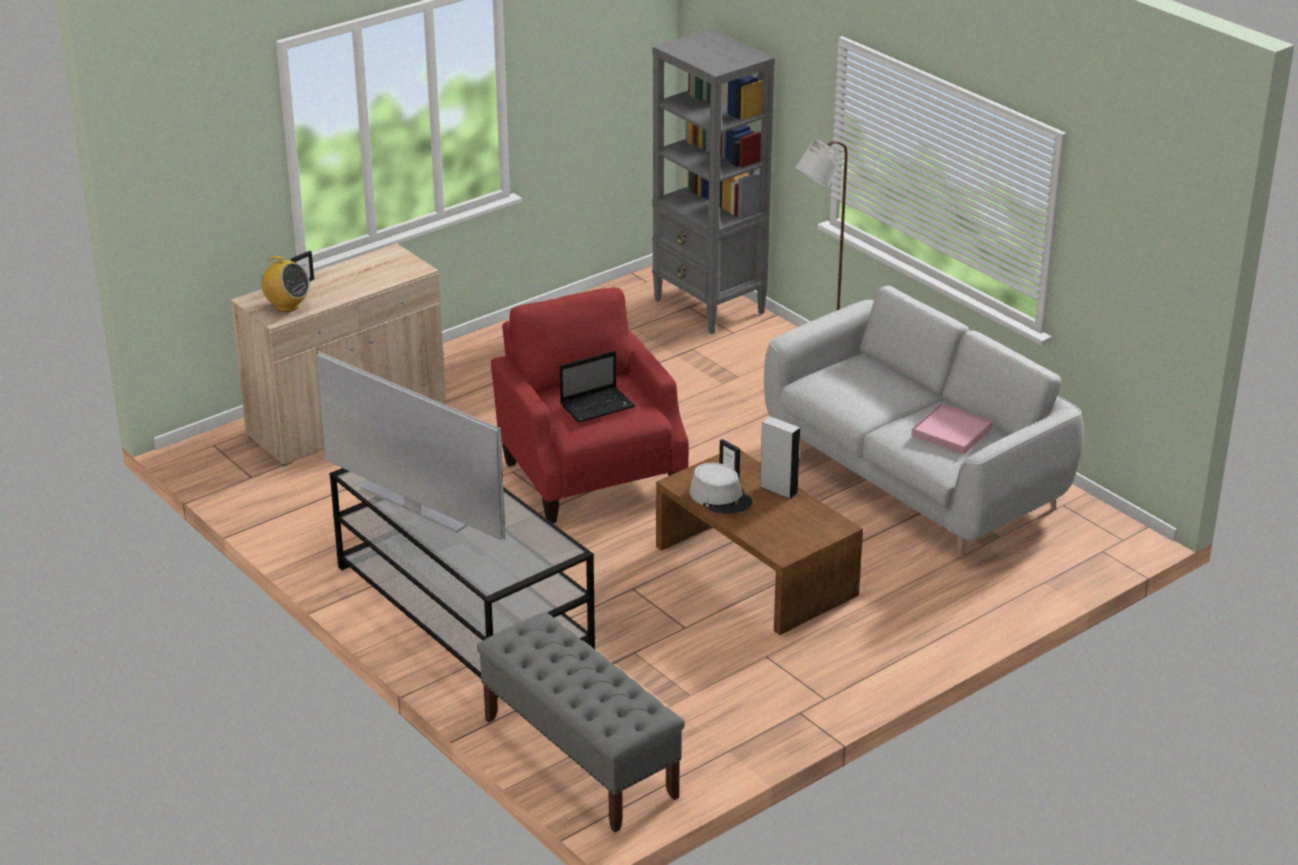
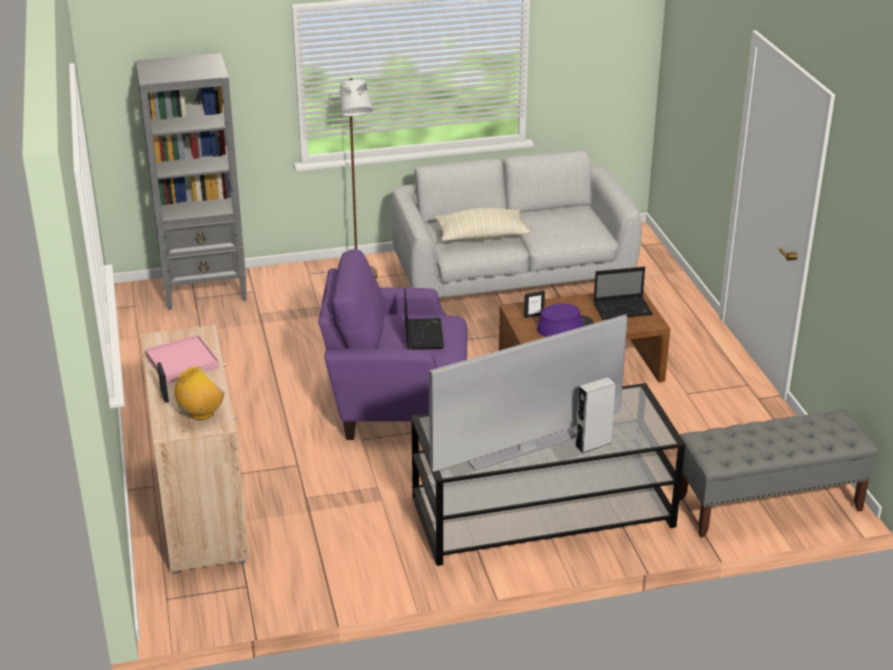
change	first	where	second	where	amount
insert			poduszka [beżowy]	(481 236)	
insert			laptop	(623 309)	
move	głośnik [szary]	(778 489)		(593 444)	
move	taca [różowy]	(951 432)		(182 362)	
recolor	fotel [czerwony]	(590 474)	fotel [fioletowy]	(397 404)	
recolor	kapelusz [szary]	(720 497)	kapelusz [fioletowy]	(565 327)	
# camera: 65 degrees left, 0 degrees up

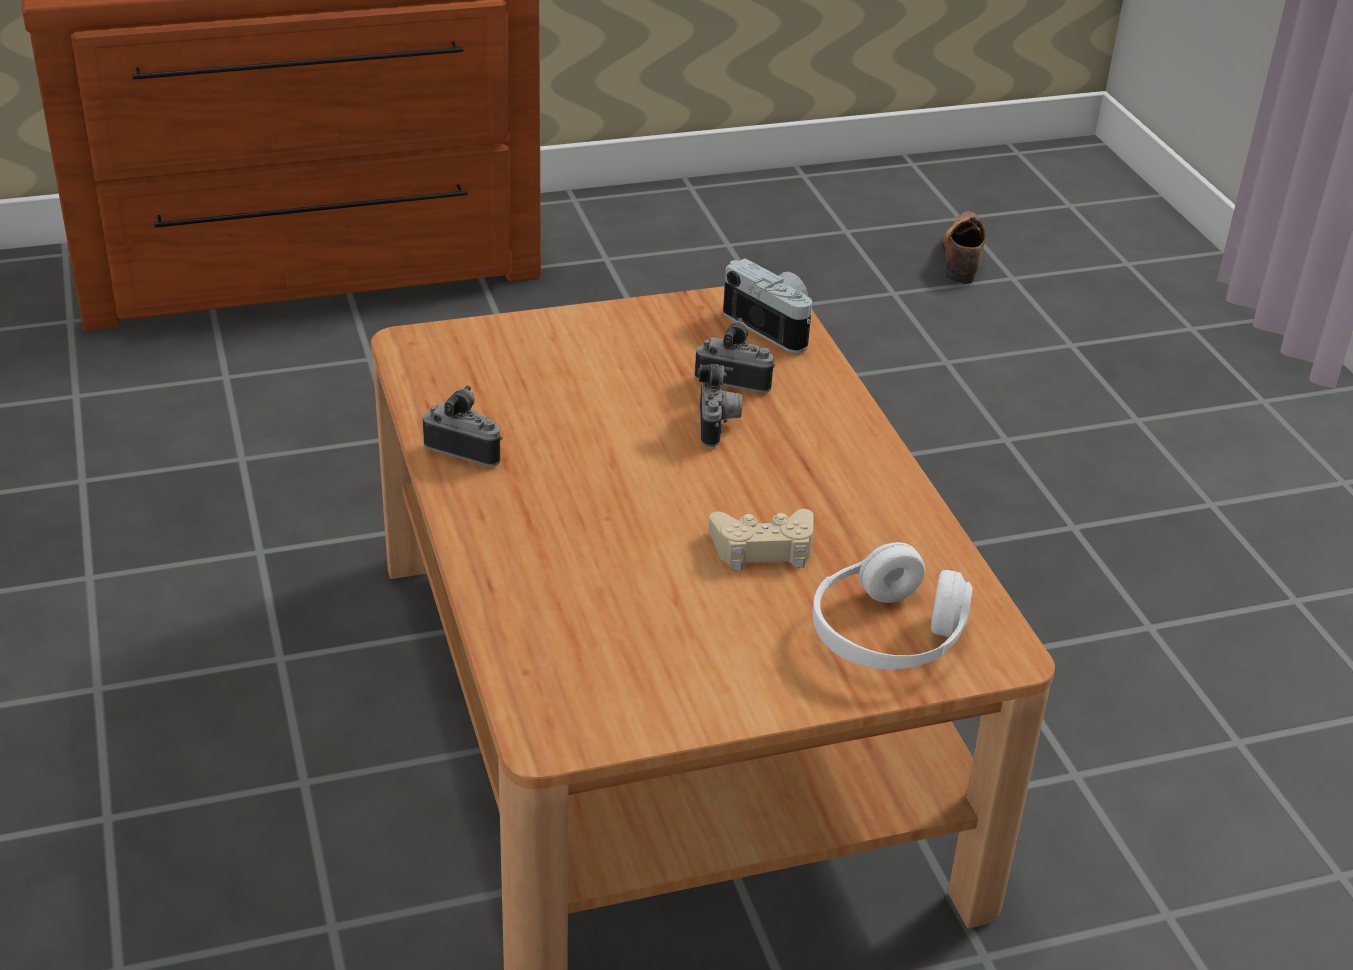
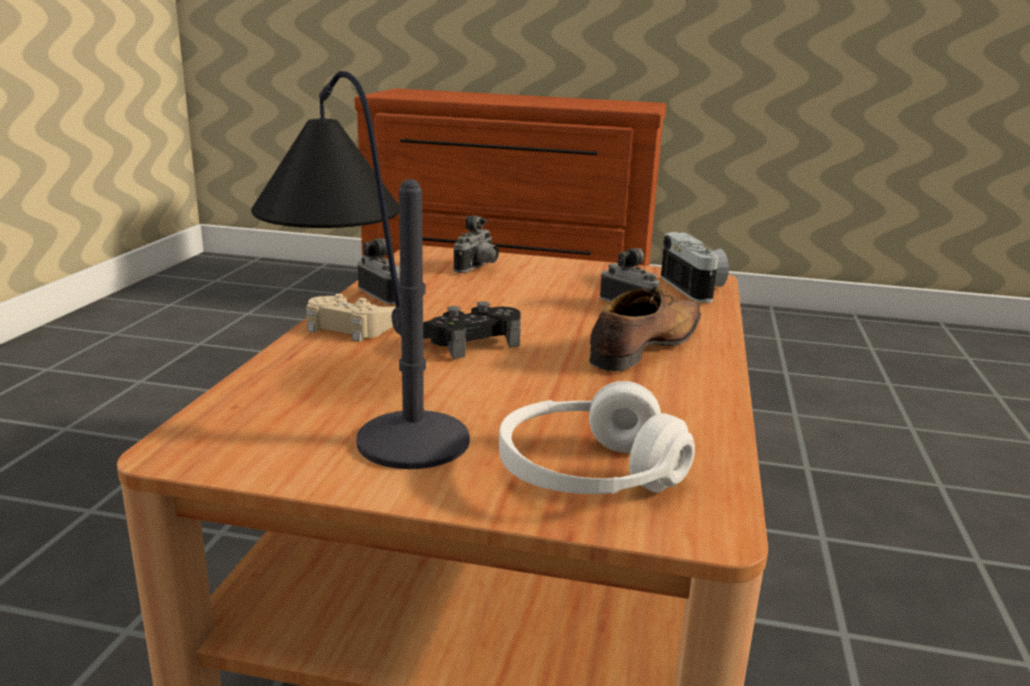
change	first	where	second	where	amount
insert			lampa stołowa	(360 398)	
insert			pad do gier [czarny]	(471 342)	
move	aparat fotograficzny	(718 426)		(478 268)	
move	pad do gier [beżowy]	(763 548)		(349 327)	
move	but	(962 257)		(644 348)	
# camera: 30 degrees right, 15 degrees down

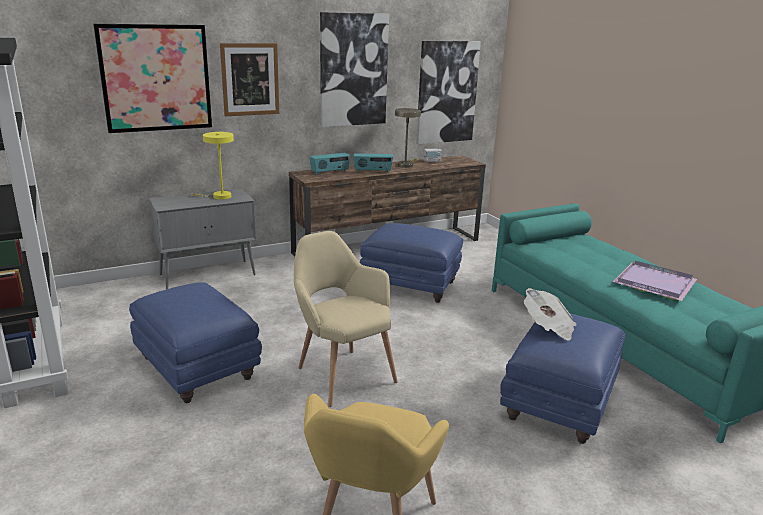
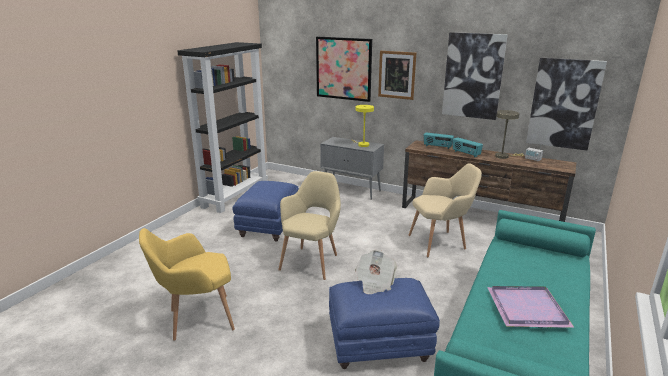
change	first	where	second	where	amount
replace	pufa [niebieski]	(411 285)	fotel [beżowy]	(441 243)	
# camera: 55 degrees right, 0 degrees up

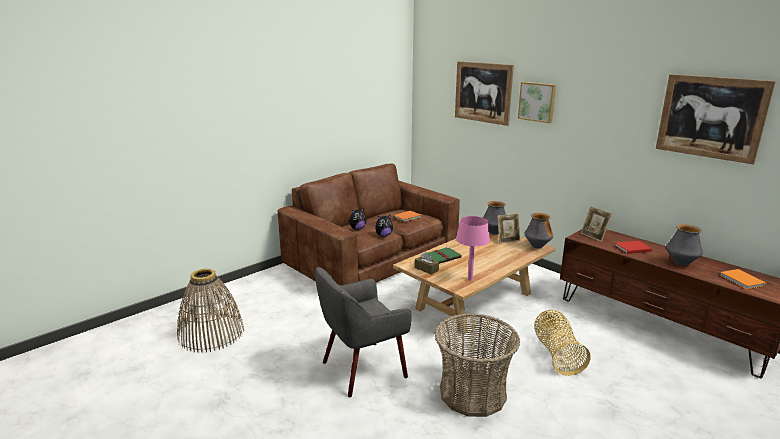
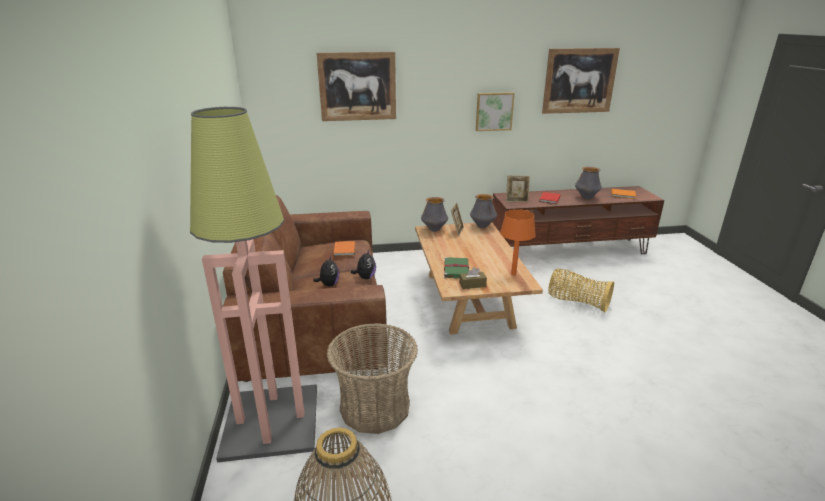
change	first	where	second	where	amount
delete	fotel [szary]	(362 369)			
insert			lampa stojąca	(270 421)	
move	koszyk	(473 393)		(375 407)	
move	obraz	(537 102)		(494 111)	
recolor	lampa stołowa [różowy]	(470 279)	lampa stołowa [pomarańczowy]	(514 274)	
# camera: 55 degrees left, 5 degrees up

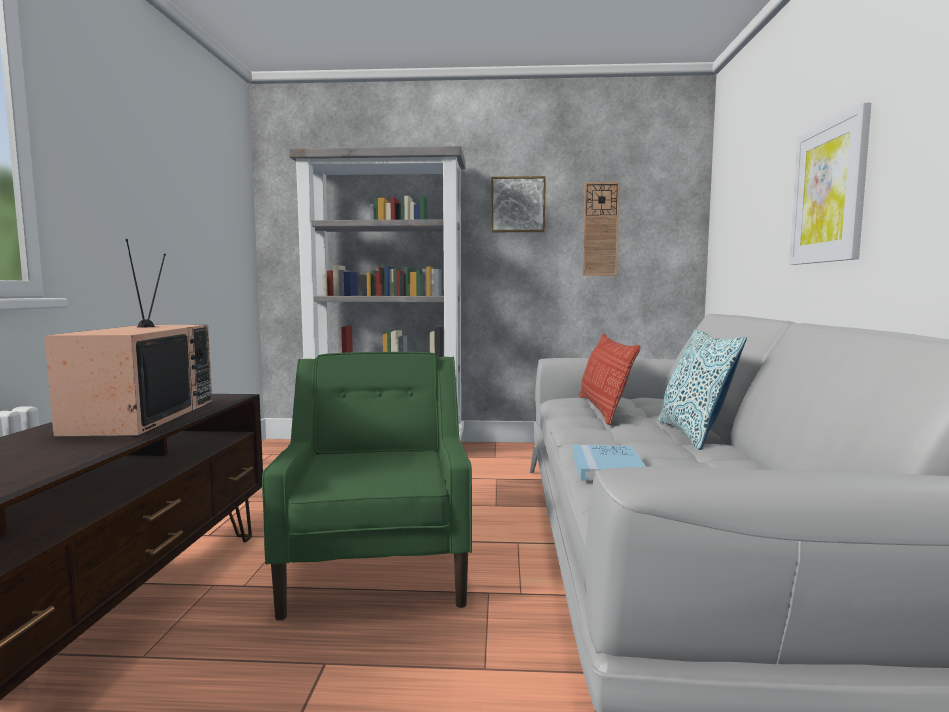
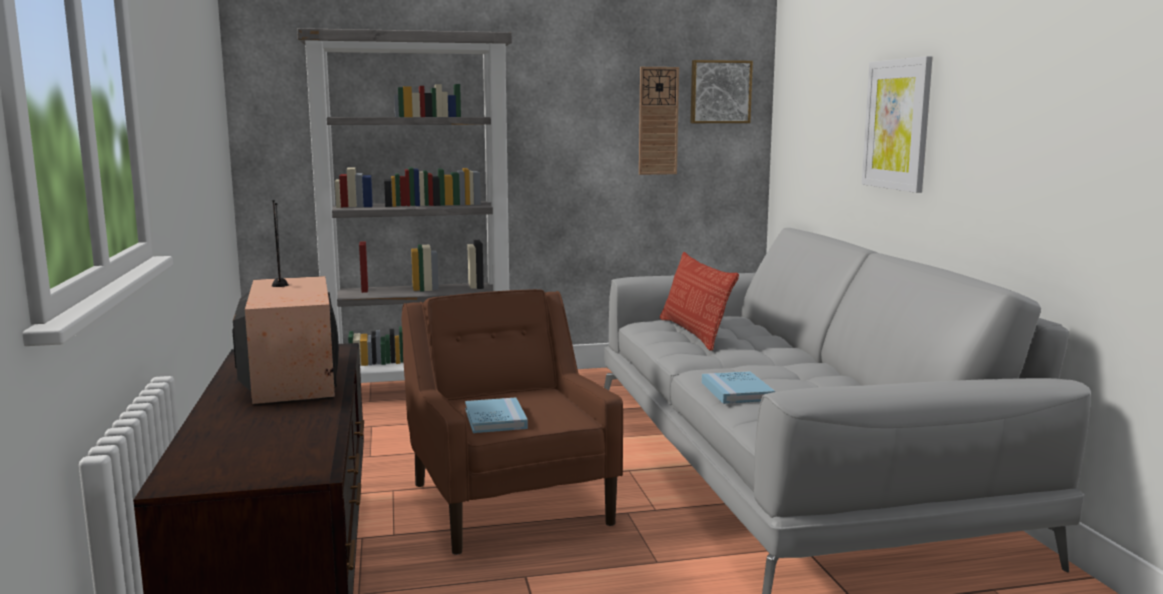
change	first	where	second	where	amount
delete	poduszka	(693 434)			
insert			książka [niebieski]	(495 419)	
move	obraz	(518 205)		(720 92)	
recolor	fotel [zielony]	(378 564)	fotel [brązowy]	(509 502)	
# camera: 15 degrees left, 5 degrees up

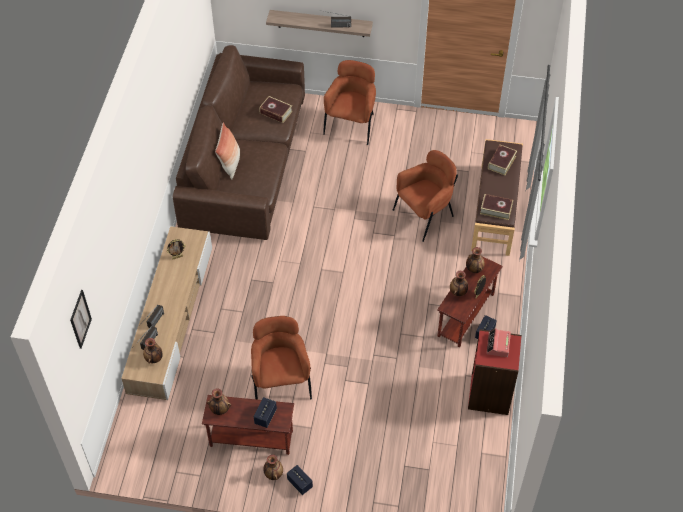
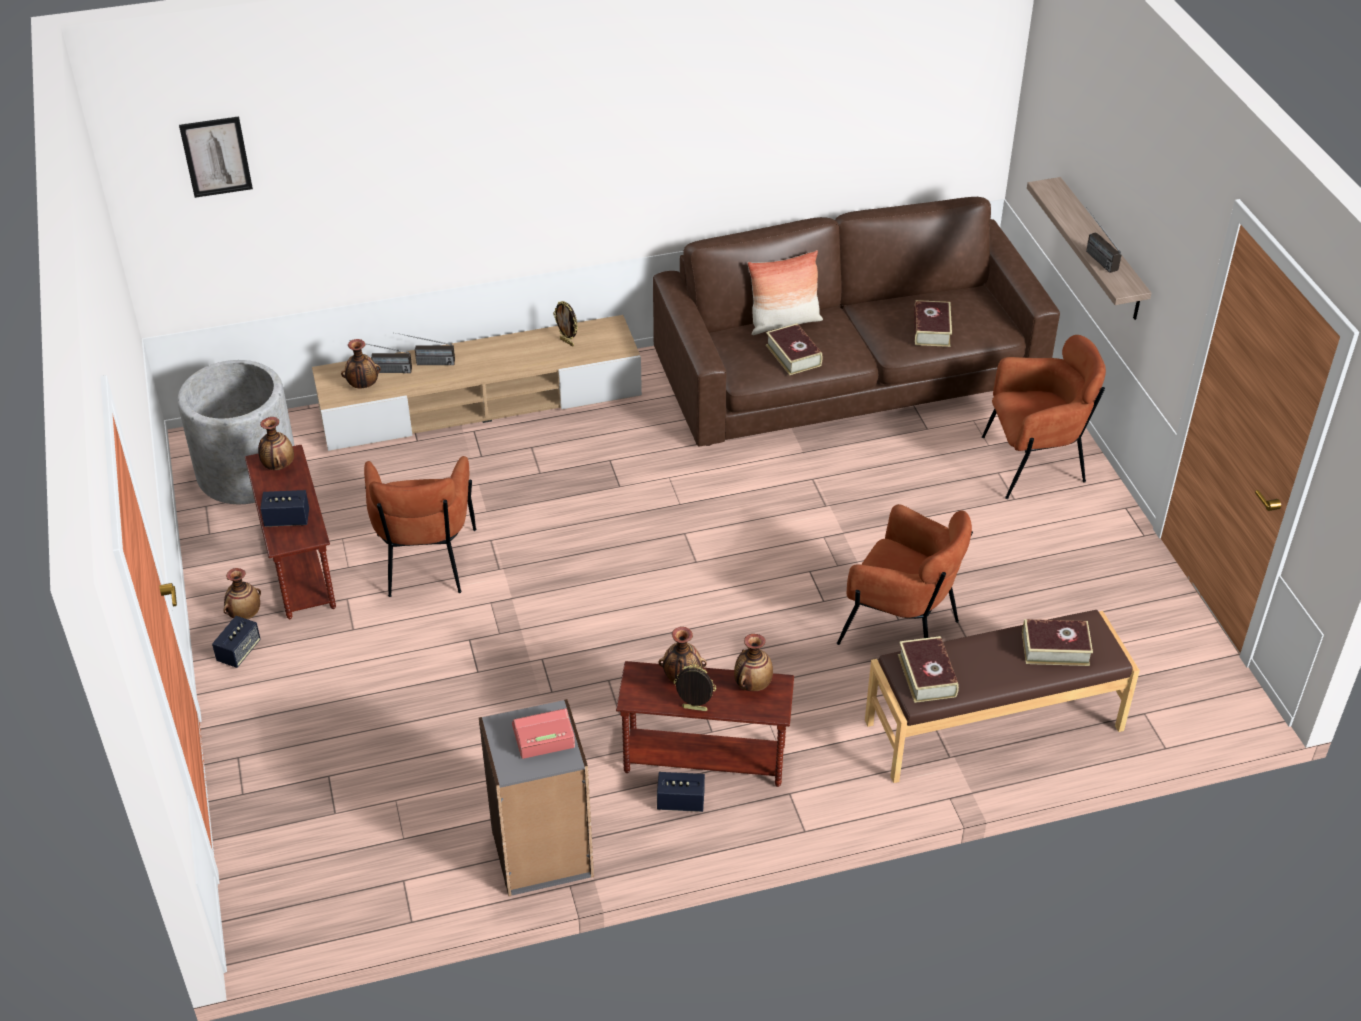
change	first	where	second	where	amount
insert			donica [szary]	(247 472)	
insert			książka	(793 355)	
recolor	regał [czerwony]	(490 394)	regał [szary]	(542 854)	
rotate	fotel [brązowy]	(281 382)		(425 563)	120 degrees clockwise
# camera: 65 degrees right, 10 degrees down

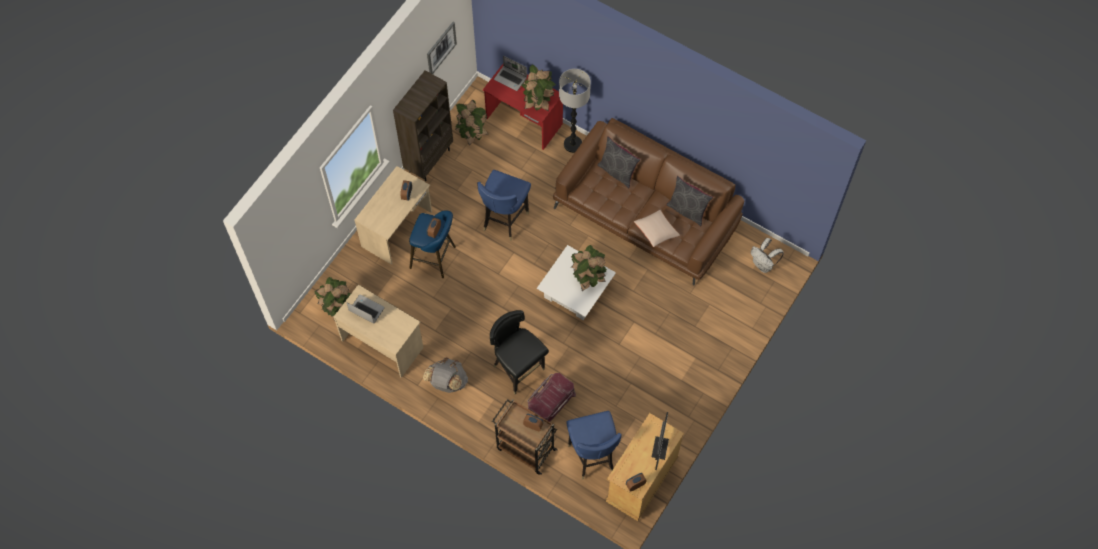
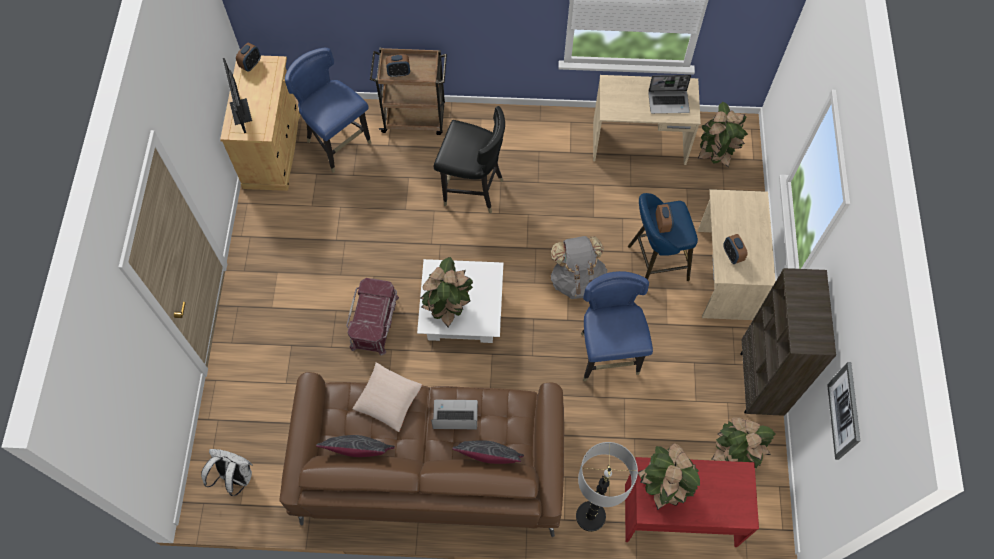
change	first	where	second	where	amount
move	plecak [szary]	(447 382)		(577 279)	
move	laptop	(511 78)		(454 416)	
move	pojemnik do przechowywania [czerwony]	(550 403)		(375 322)	
# camera: 150 degrees right, 0 degrees up

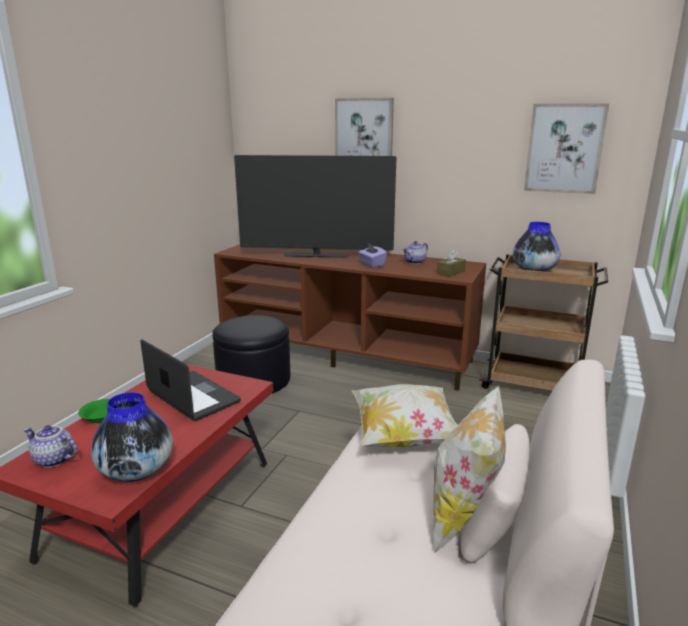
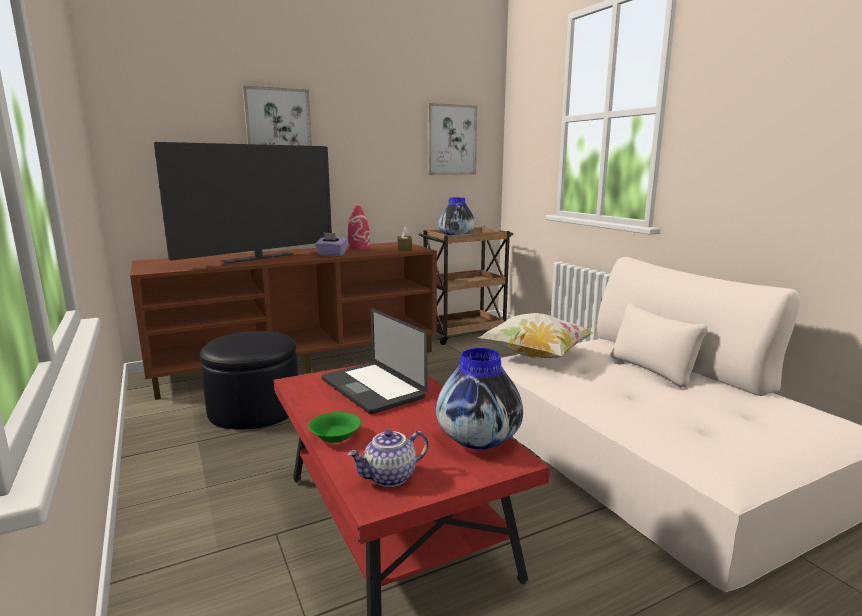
change	first	where	second	where	amount
delete	poduszka	(464 512)			
replace	imbryk	(415 262)	wazon [czerwony]	(359 248)	
rotate	laptop	(193 397)		(372 388)	120 degrees counterclockwise
# camera: 50 degrees left, 5 degrees down

